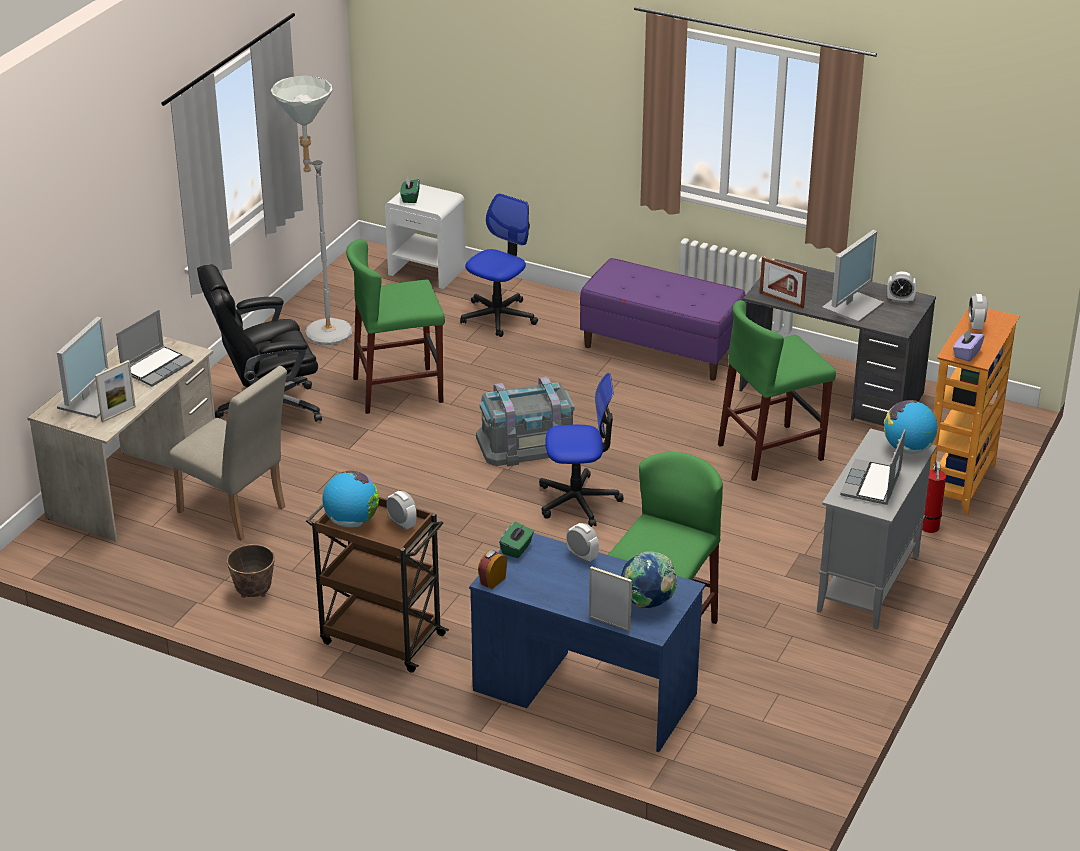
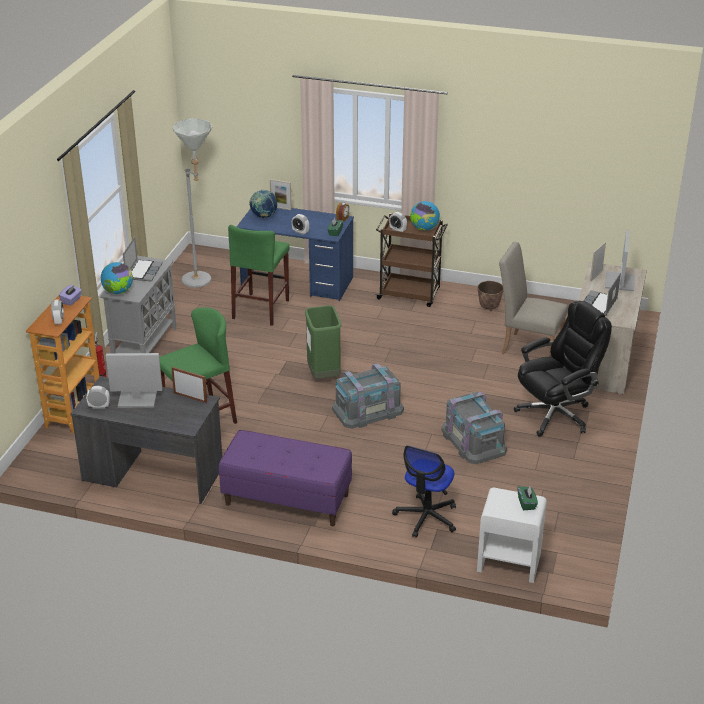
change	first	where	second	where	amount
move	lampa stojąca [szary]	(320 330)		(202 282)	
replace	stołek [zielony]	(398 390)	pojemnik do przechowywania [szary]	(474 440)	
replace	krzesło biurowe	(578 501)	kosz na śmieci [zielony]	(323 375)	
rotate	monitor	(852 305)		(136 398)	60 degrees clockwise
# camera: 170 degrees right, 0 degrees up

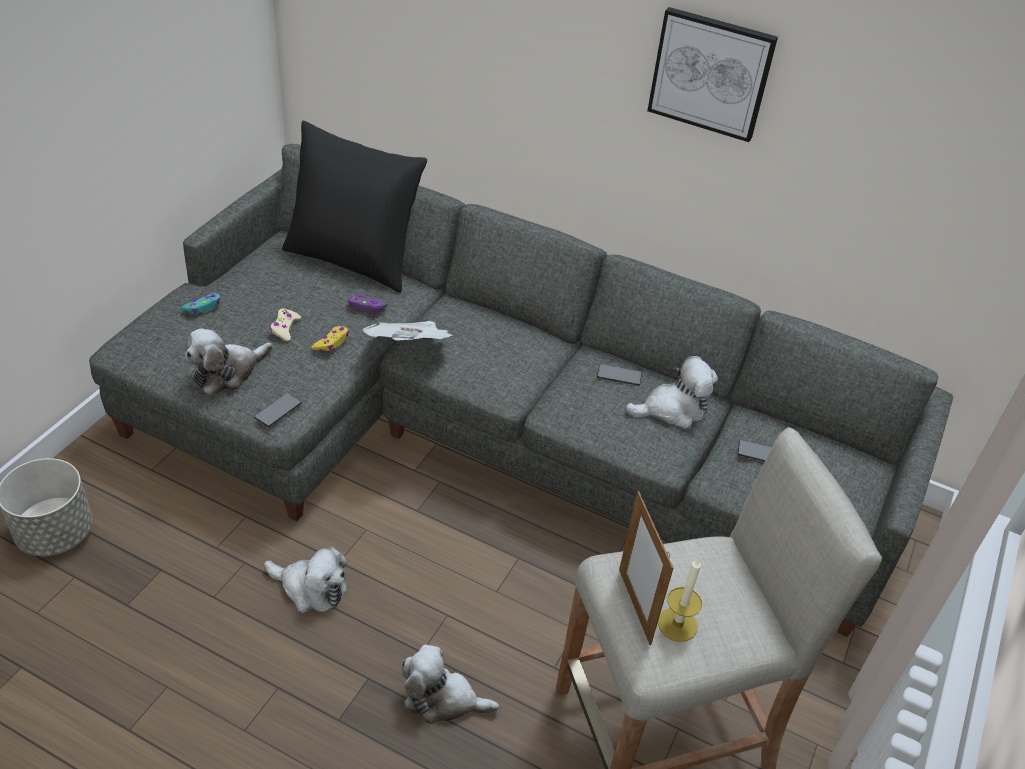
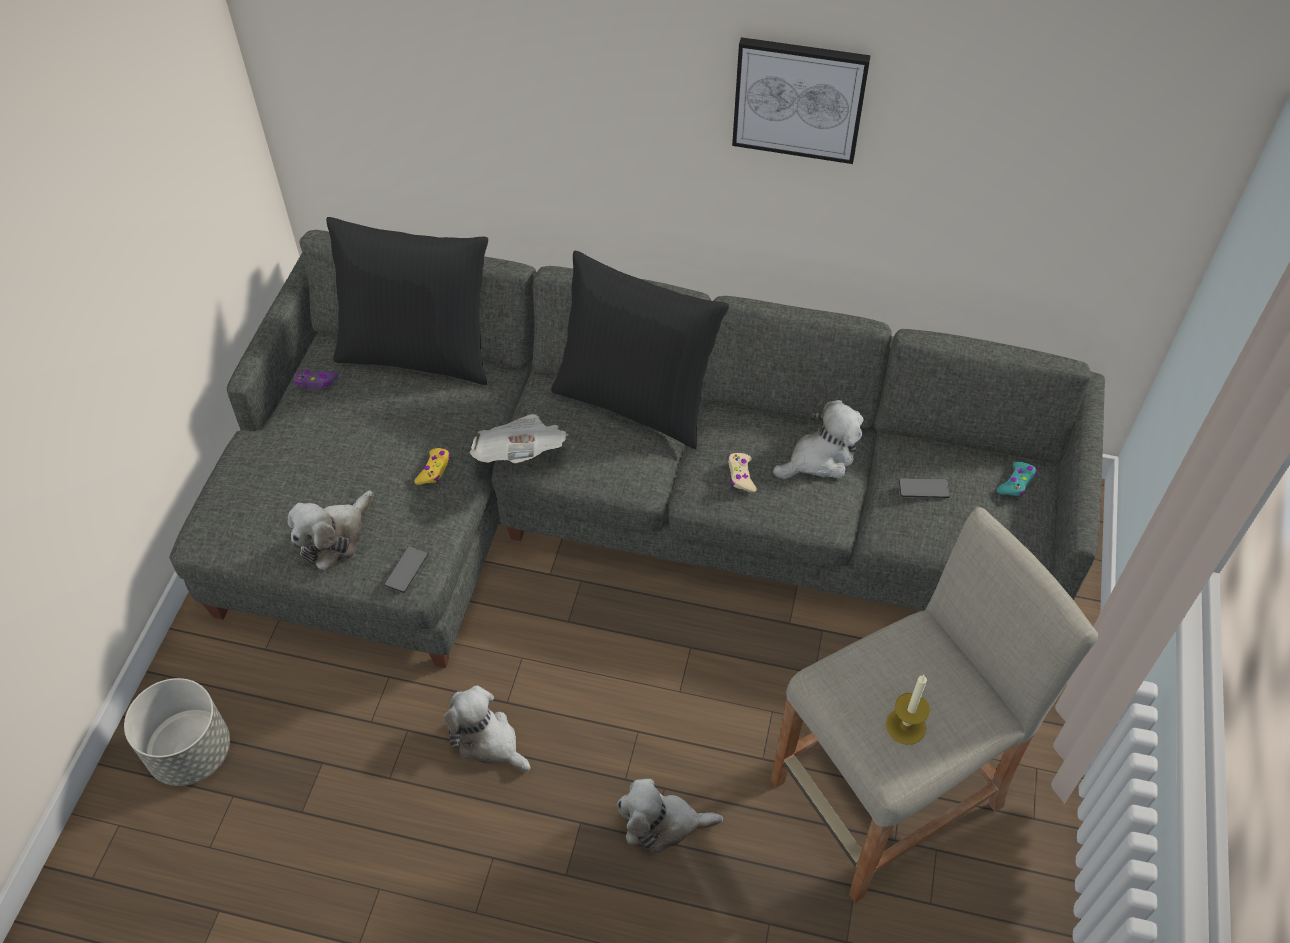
change	first	where	second	where	amount
delete	telefon	(619 375)			
delete	ramka na zdjęcie	(634 606)			
insert			poduszka [czarny]	(635 401)	
move	pad do gier [turkusowy]	(203 307)		(1016 483)	
move	pad do gier [beżowy]	(285 328)		(741 476)	
move	pad do gier [fioletowy]	(366 307)		(316 382)	
rotate	pluszak	(311 588)		(488 741)	150 degrees counterclockwise
# camera: 10 degrees left, 10 degrees up

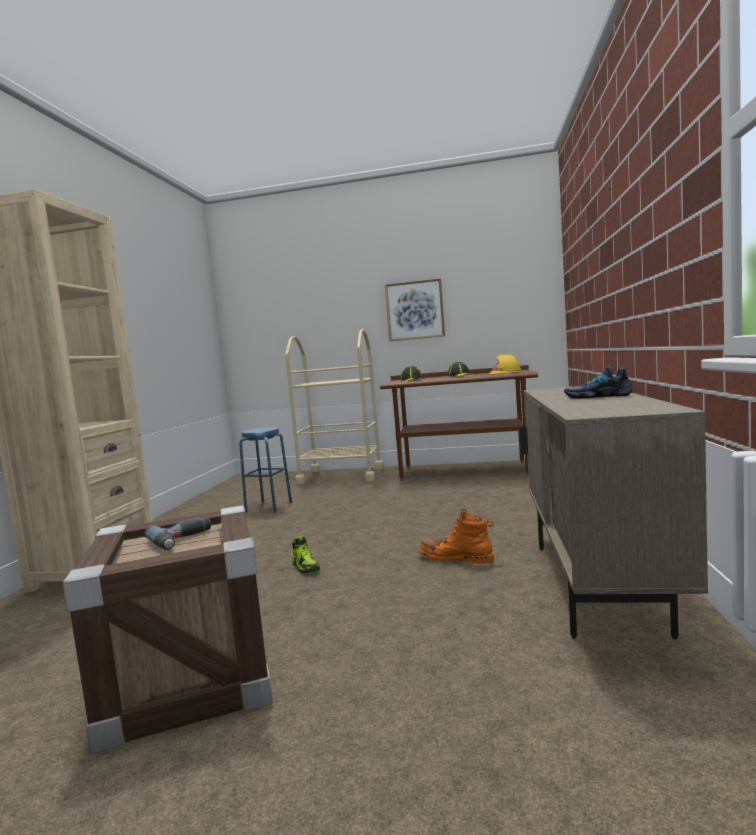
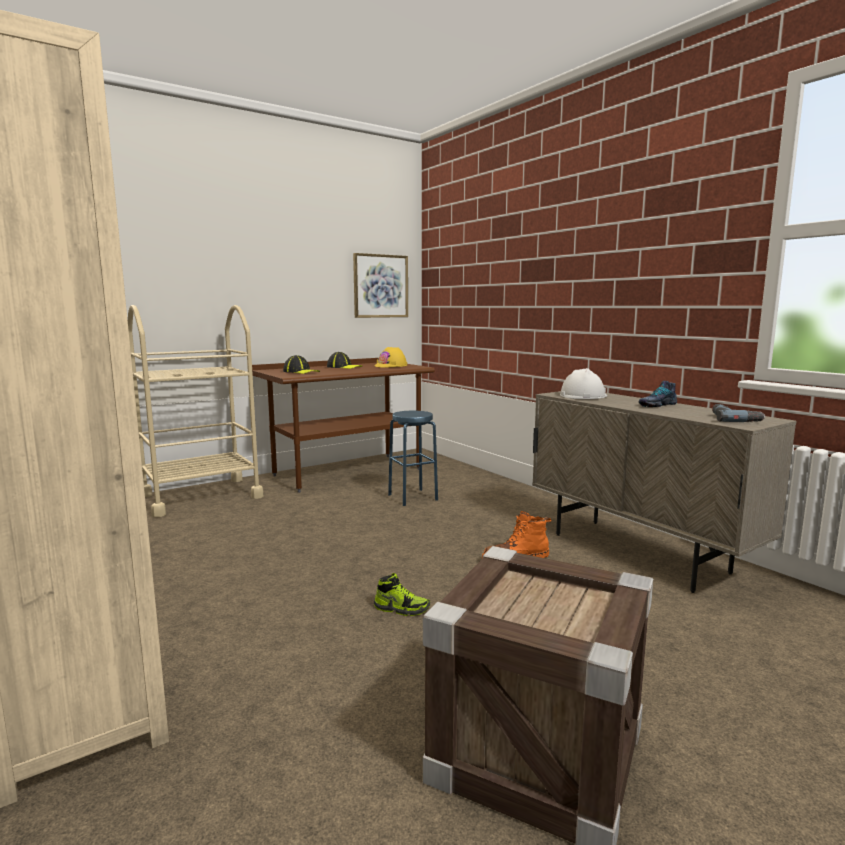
change	first	where	second	where	amount
insert			kask [biały]	(583 396)	
move	wiertarka	(184 540)		(734 419)	
move	stołek [niebieski]	(268 507)		(413 497)	
move	obraz	(414 310)		(380 286)	
# camera: 45 degrees left, 5 degrees up

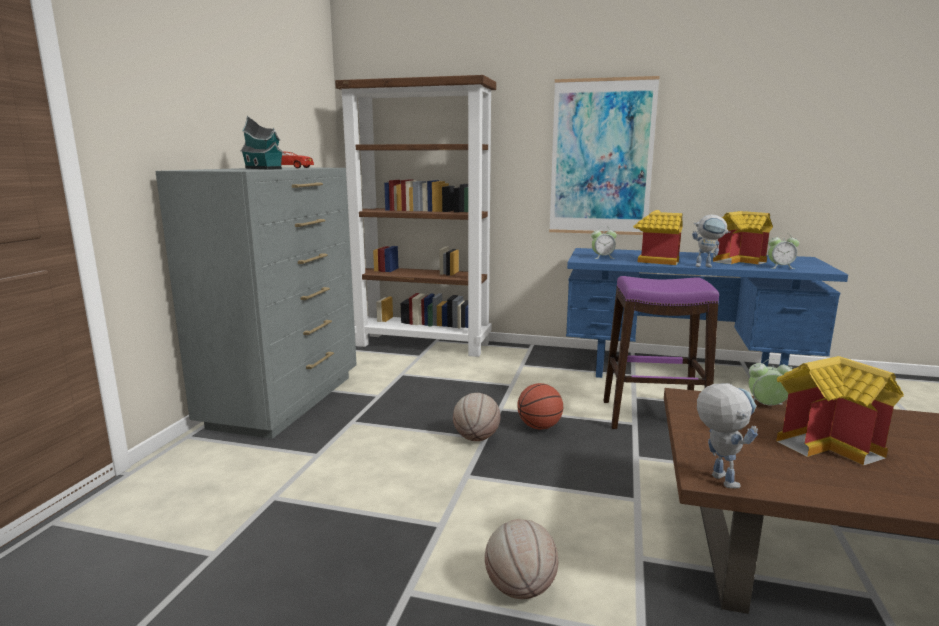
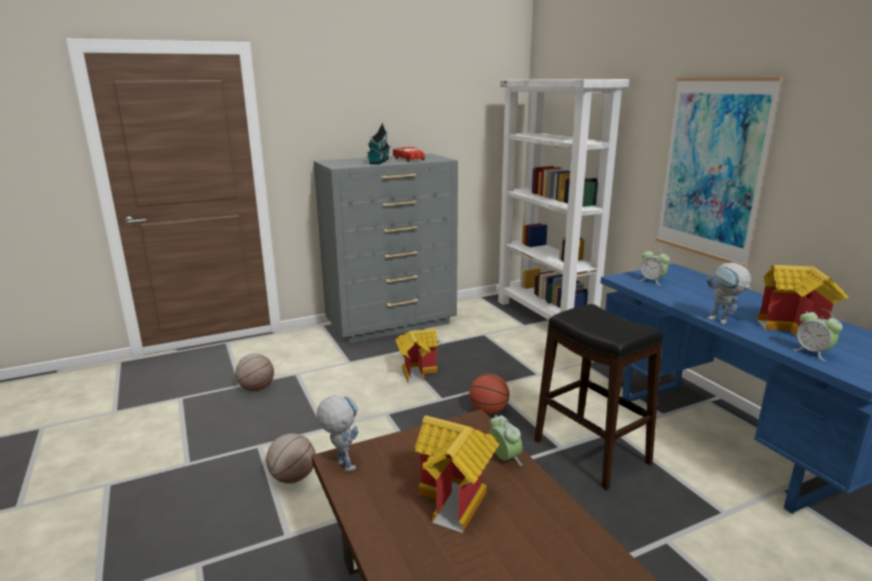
change	first	where	second	where	amount
move	piłka do koszykówki	(476 438)		(256 388)	
move	domek	(653 260)		(417 372)	
recolor	regał [brązowy]	(424 344)	regał [biały]	(545 317)	
recolor	stołek [fioletowy]	(653 416)	stołek [czarny]	(590 451)	
rotate	robot zabawkowy	(717 477)		(341 463)	75 degrees counterclockwise
# camera: 50 degrees right, 5 degrees up

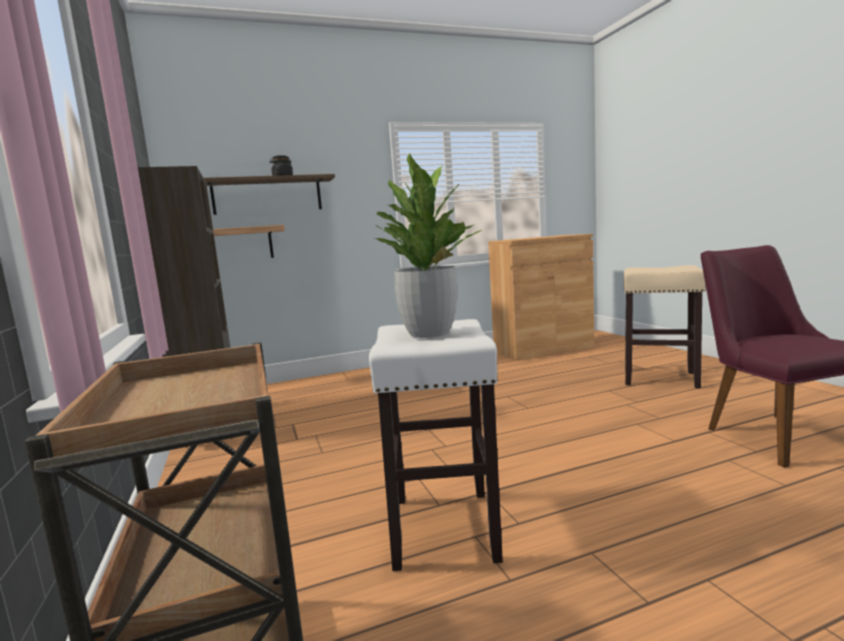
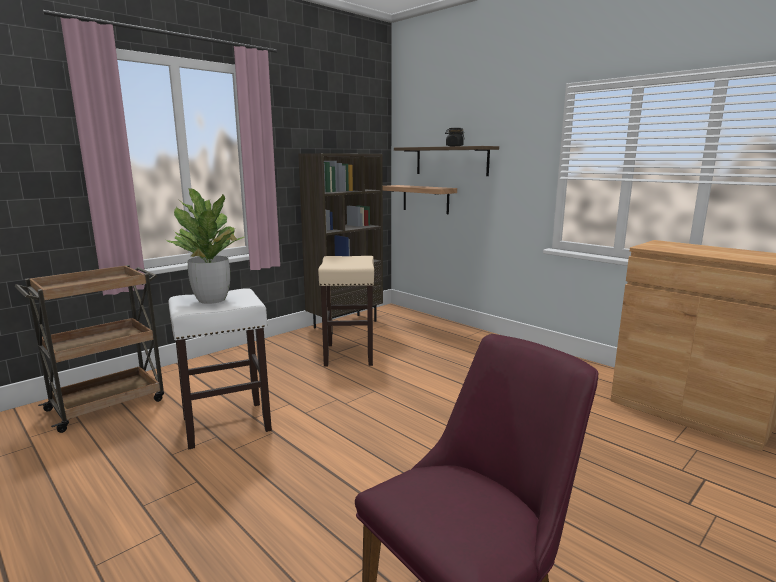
change	first	where	second	where	amount
move	stołek [beżowy]	(661 378)		(349 355)	
# camera: 65 degrees right, 5 degrees up

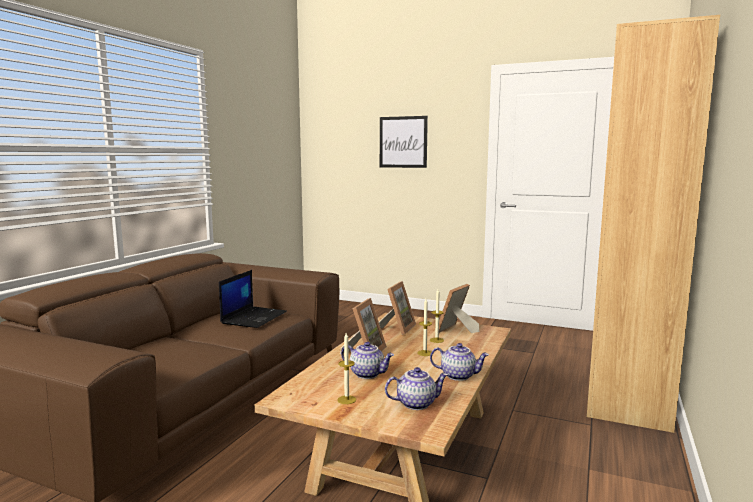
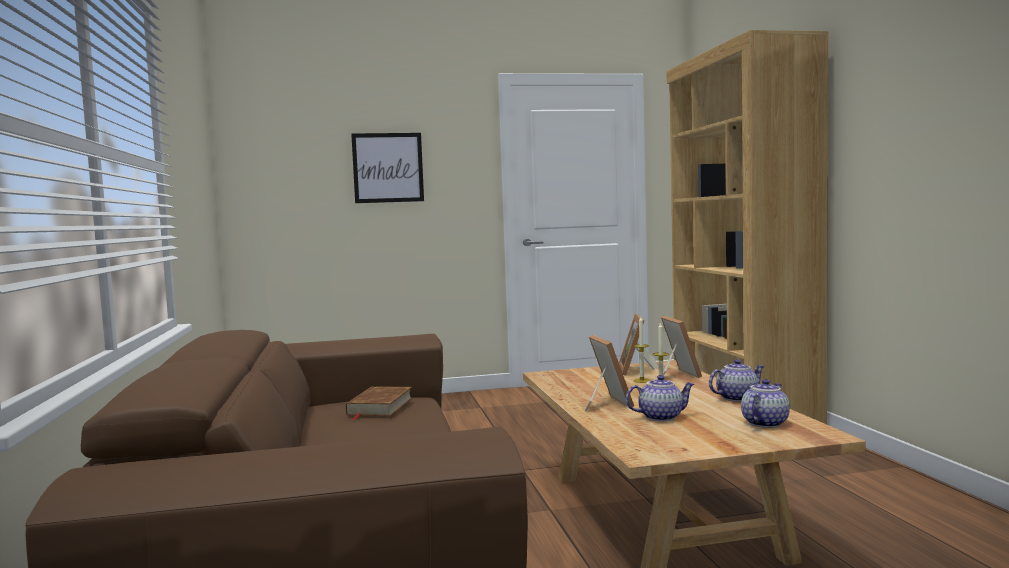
change	first	where	second	where	amount
delete	świeca	(346 399)			
move	ramka na zdjęcie	(397 328)		(676 375)	
replace	laptop	(254 317)	książka [brązowy]	(380 407)	
# camera: 35 degrees left, 5 degrees down

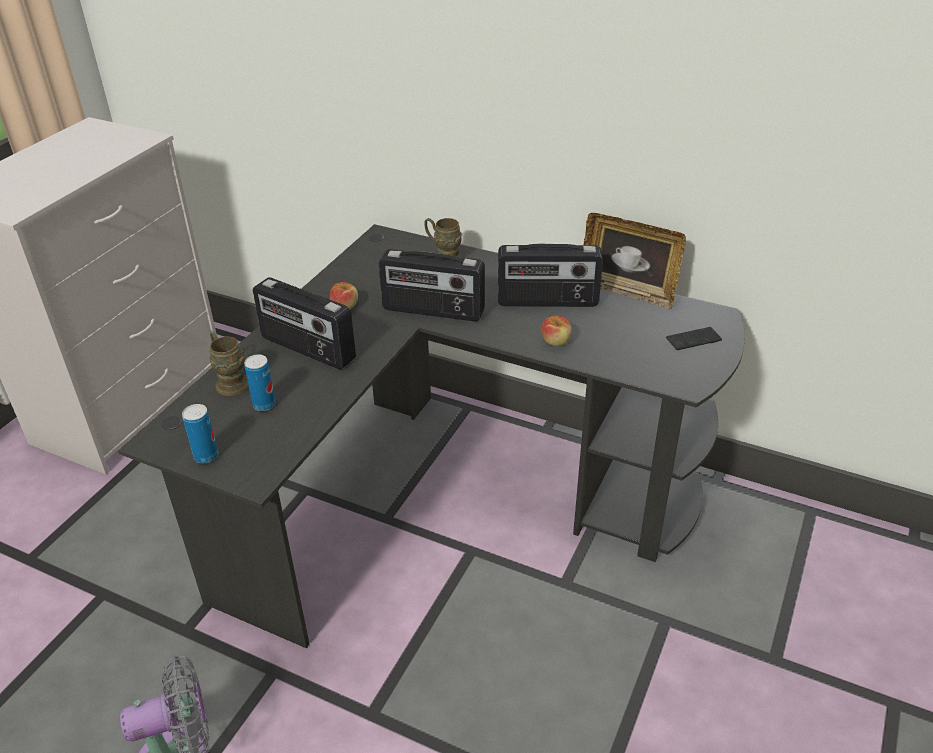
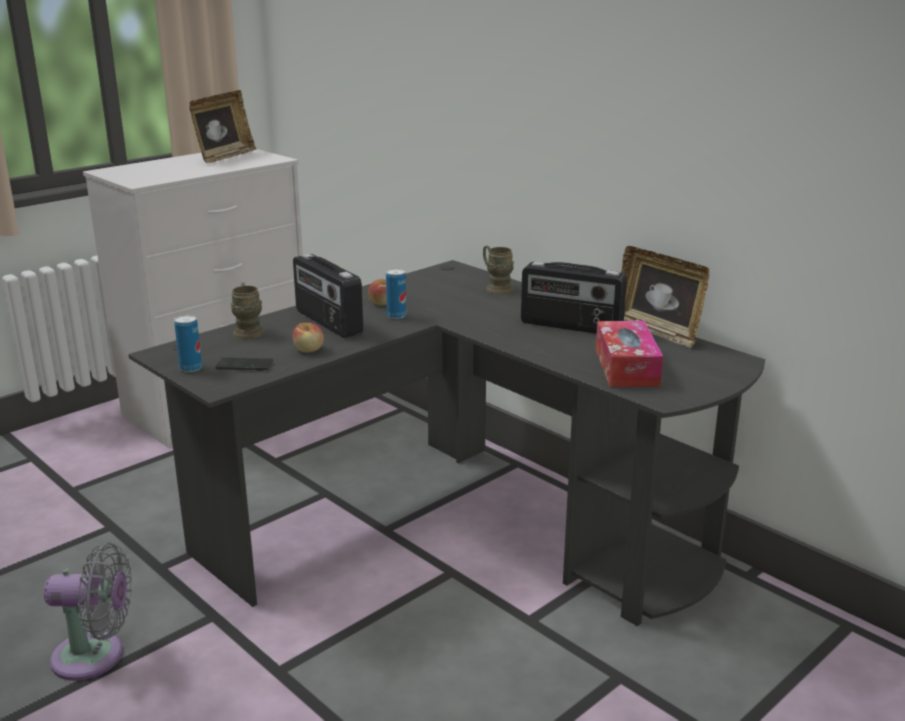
change	first	where	second	where	amount
delete	radio	(433 311)			
insert			ramka na zdjęcie	(224 157)	
insert			pudełko chusteczek	(626 367)	
move	puszka	(264 405)		(396 316)	
move	jabłko	(556 341)		(309 350)	
move	telefon	(693 340)		(244 365)	
# camera: 20 degrees right, 15 degrees down

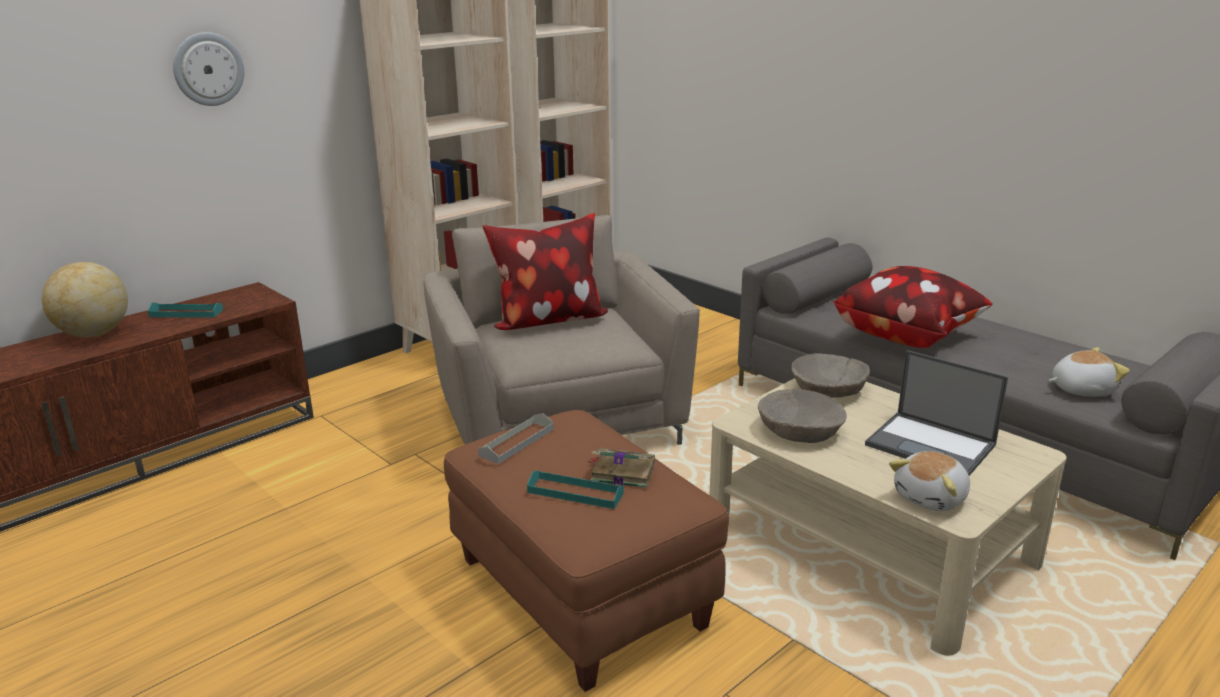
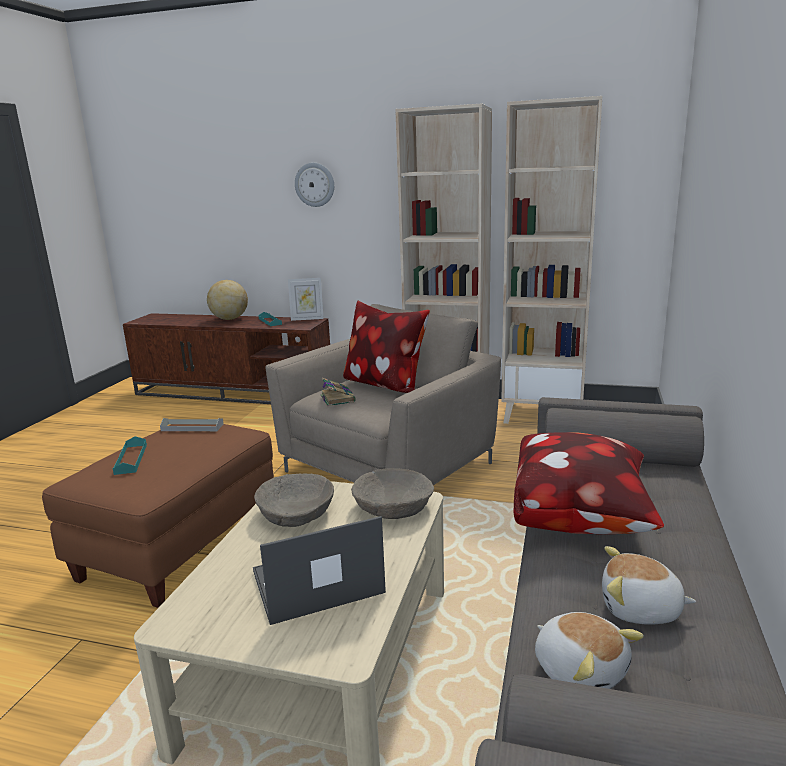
change	first	where	second	where	amount
insert			ramka na zdjęcie	(307 319)	
move	książka	(621 472)		(337 398)	
move	pluszak	(932 498)		(640 609)	
rotate	laptop	(932 445)		(316 583)	60 degrees clockwise
# camera: 60 degrees right, 5 degrees down

